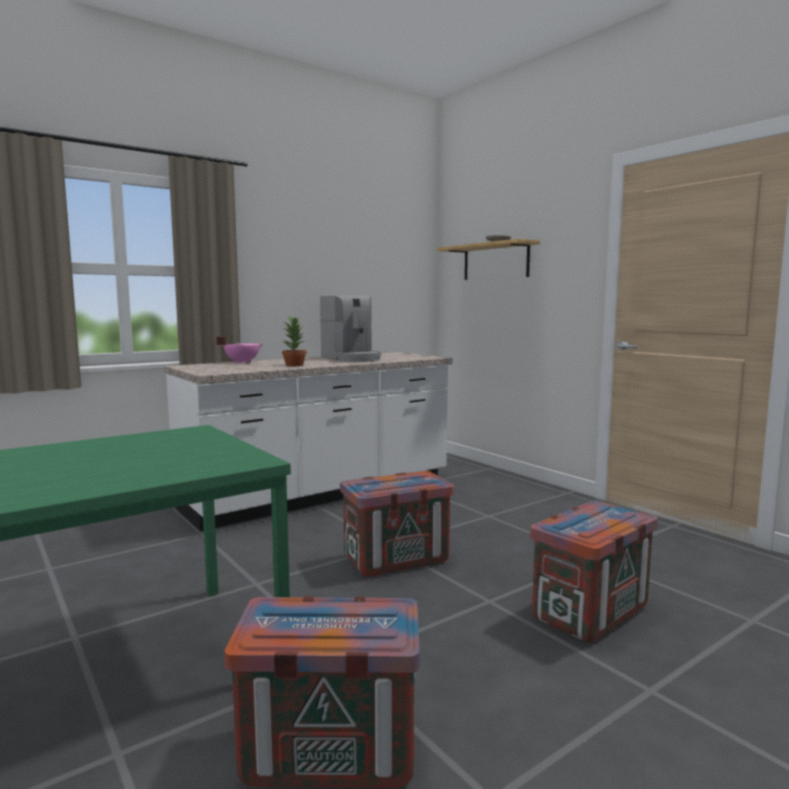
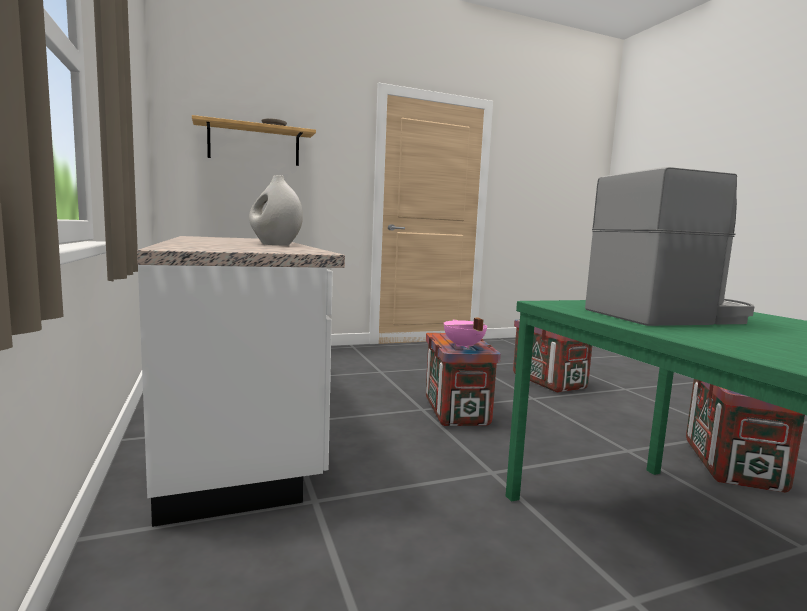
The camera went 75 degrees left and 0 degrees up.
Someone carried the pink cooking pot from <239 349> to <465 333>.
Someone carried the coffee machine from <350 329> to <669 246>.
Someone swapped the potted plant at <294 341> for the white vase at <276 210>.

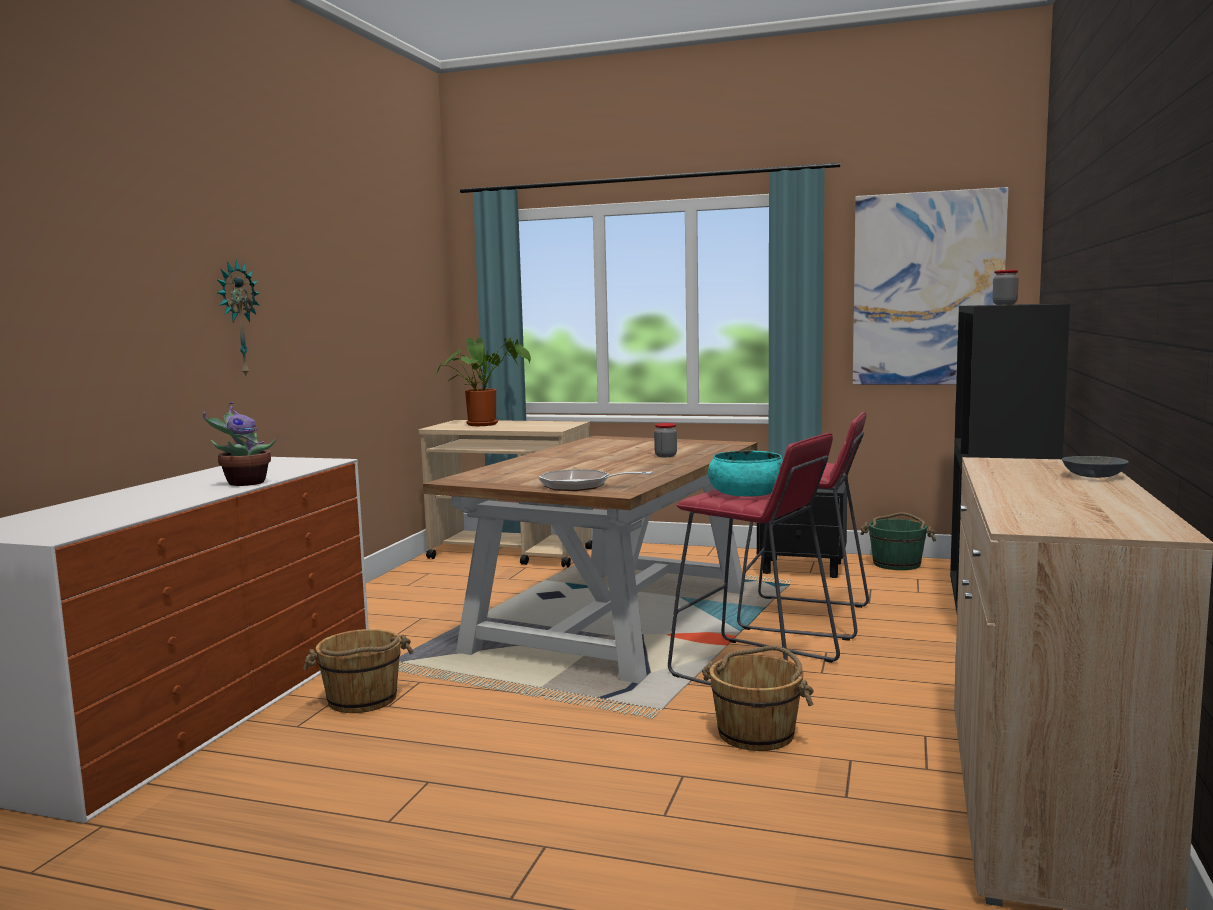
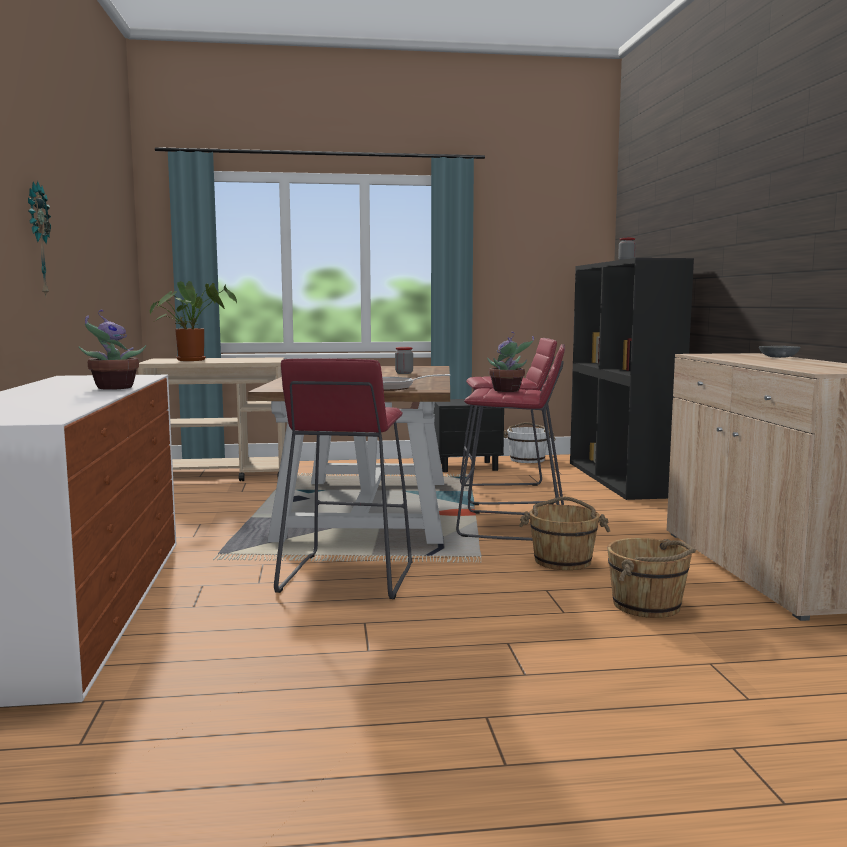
The camera went 25 degrees left and 0 degrees up.
Someone took away the picture at <931 285>.
Someone put down the red stool at <343 478>.
Someone carried the brown bucket from <358 671> to <651 578>.
Someone swapped the turquoise bowl at <745 474> for the potted plant at <510 362>.
Someone repainted the green bucket at <898 541>, which became the white bucket at <530 442>.

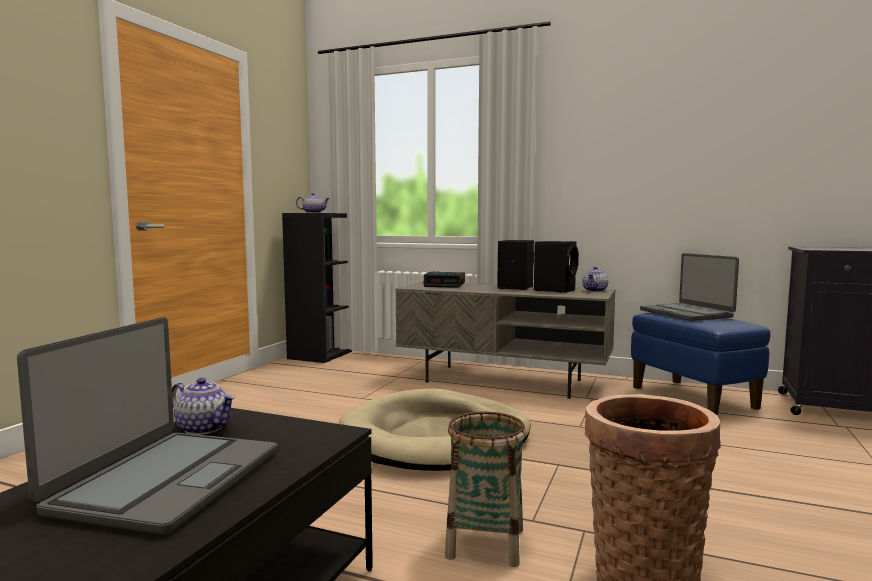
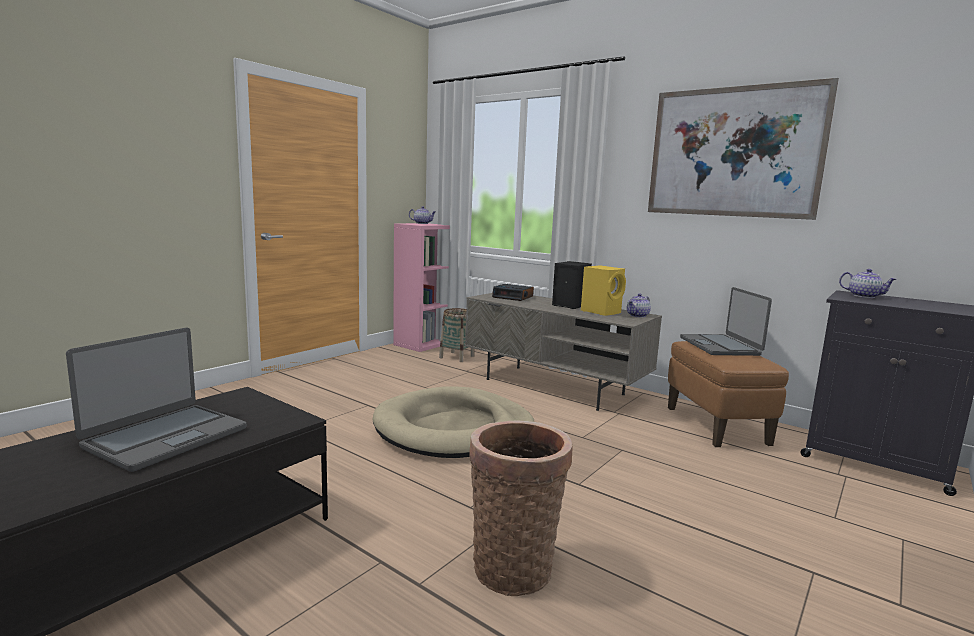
The camera went 15 degrees right and 5 degrees up.
Someone put up the picture at <743 149>.
Someone carried the teapot from <203 406> to <868 283>.
Someone carried the basket from <485 489> to <456 335>.
Someone repainted the black bookcase at <317 288>, which became the pink bookcase at <421 287>.
Someone repainted the black speaker at <556 267>, which became the yellow speaker at <603 290>.
Someone repainted the blue ottoman at <701 364>, which became the brown ottoman at <728 394>.

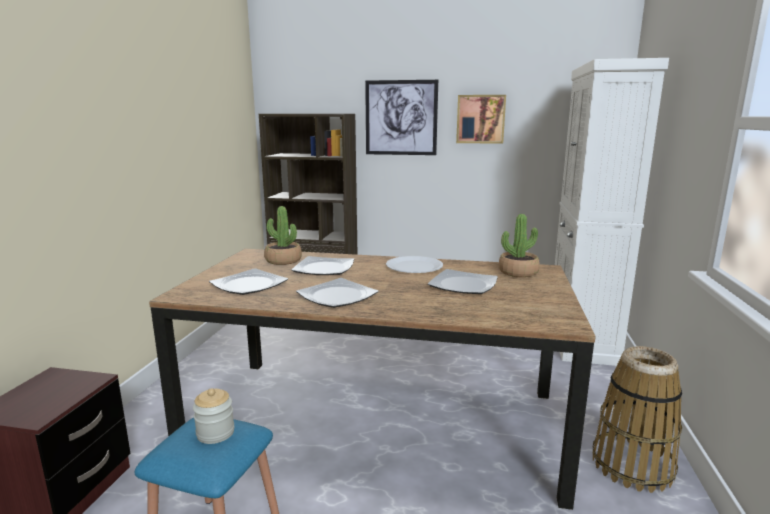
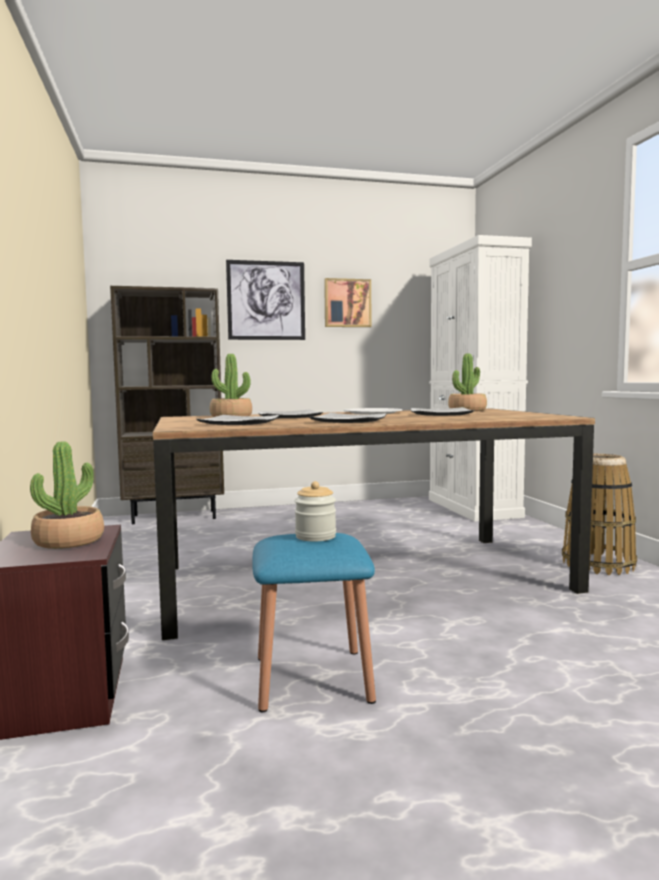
The camera went 25 degrees left and 10 degrees down.
Someone put down the potted plant at <67 495>.

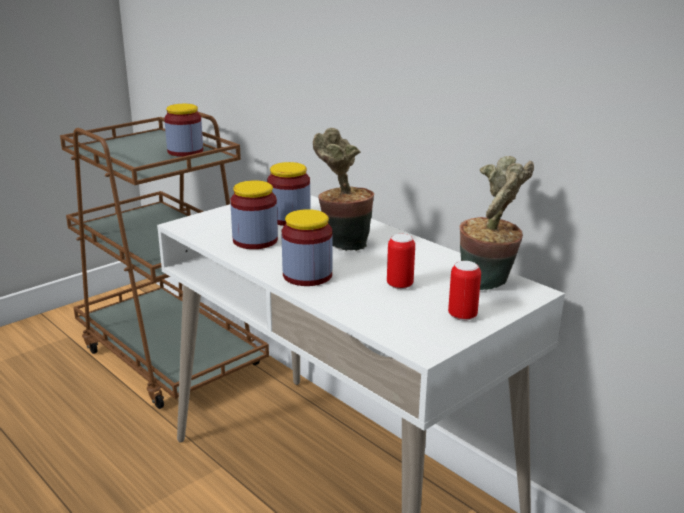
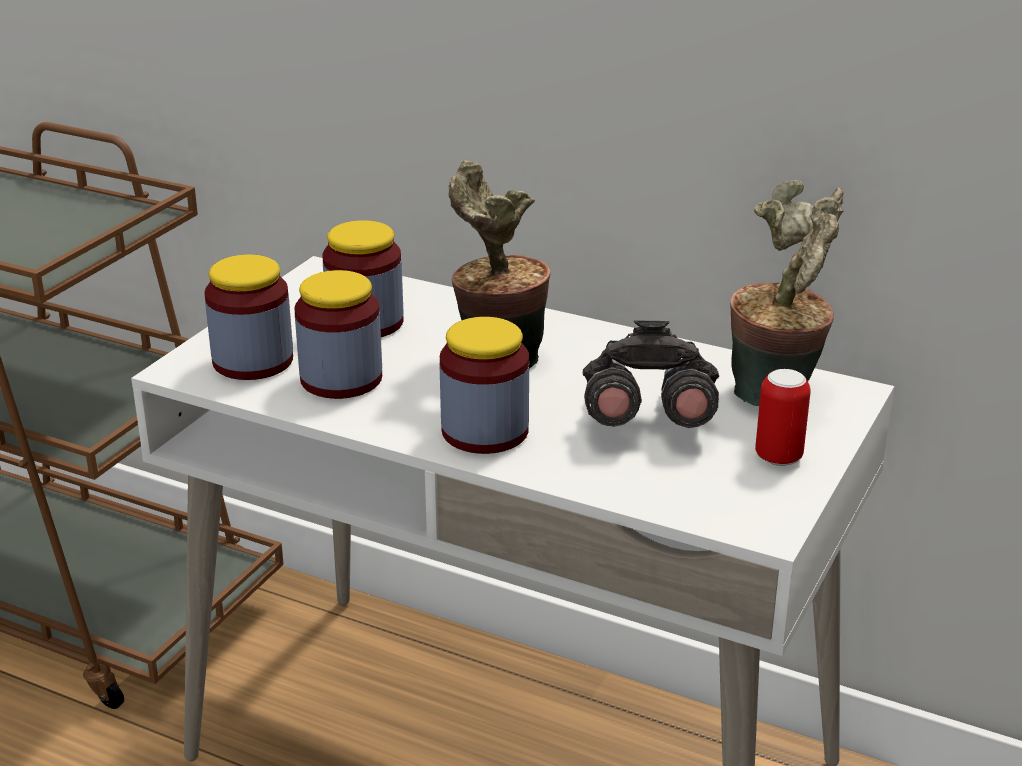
The camera went 20 degrees left and 5 degrees up.
Someone carried the jar from <183 130> to <248 317>.
Someone swapped the can at <401 261> for the grey binoculars at <651 374>.

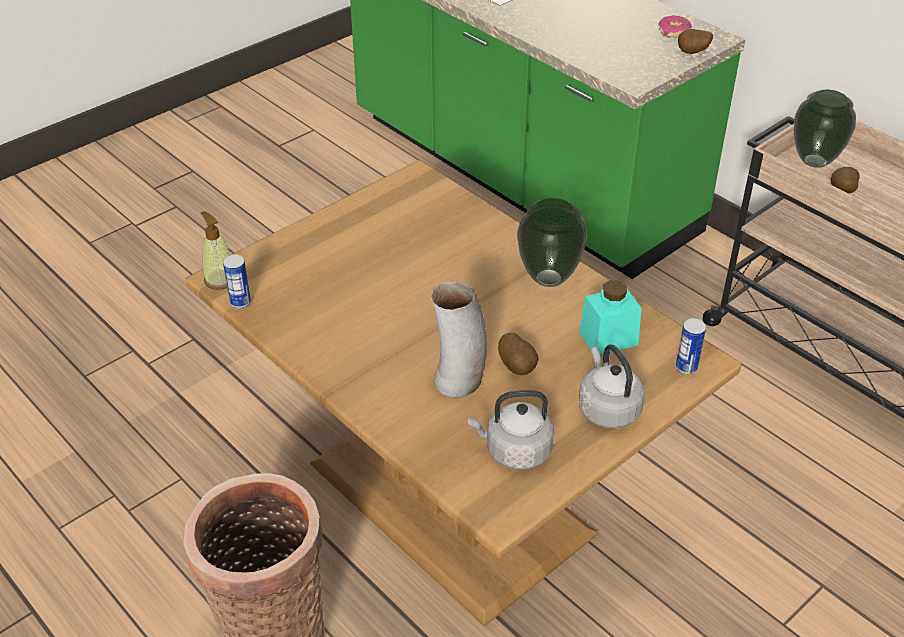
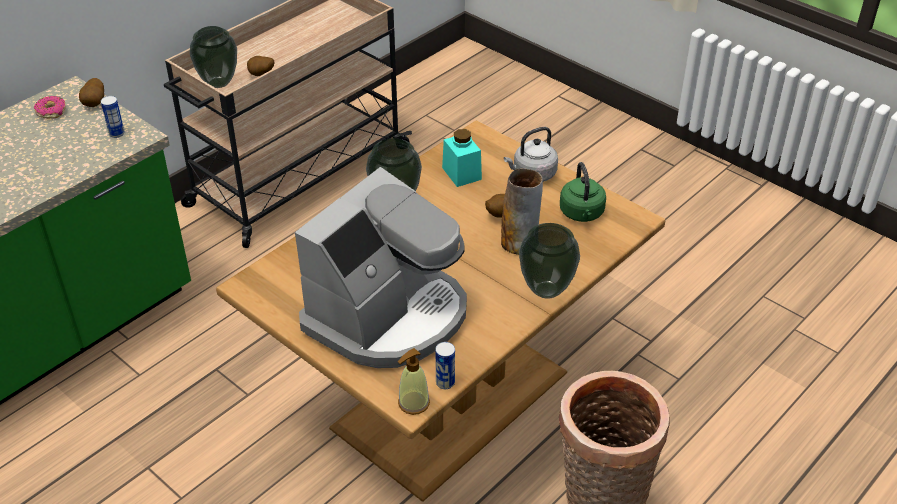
The camera went 95 degrees left and 0 degrees up.
Someone put down the coffee machine at <381 267>.
Someone put down the vase at <549 261>.
Someone carried the can from <691 346> to <113 117>.
Someone repainted the grey kettle at <511 430>, which became the green kettle at <583 192>.

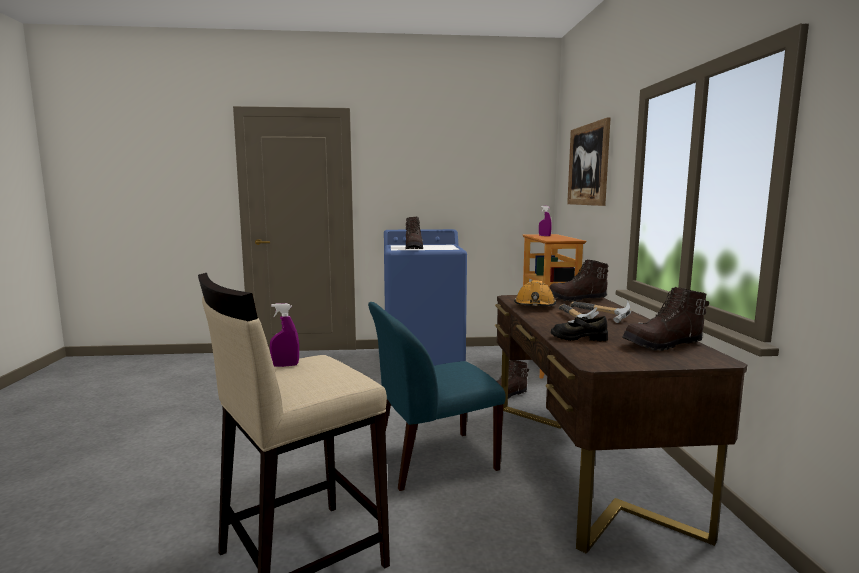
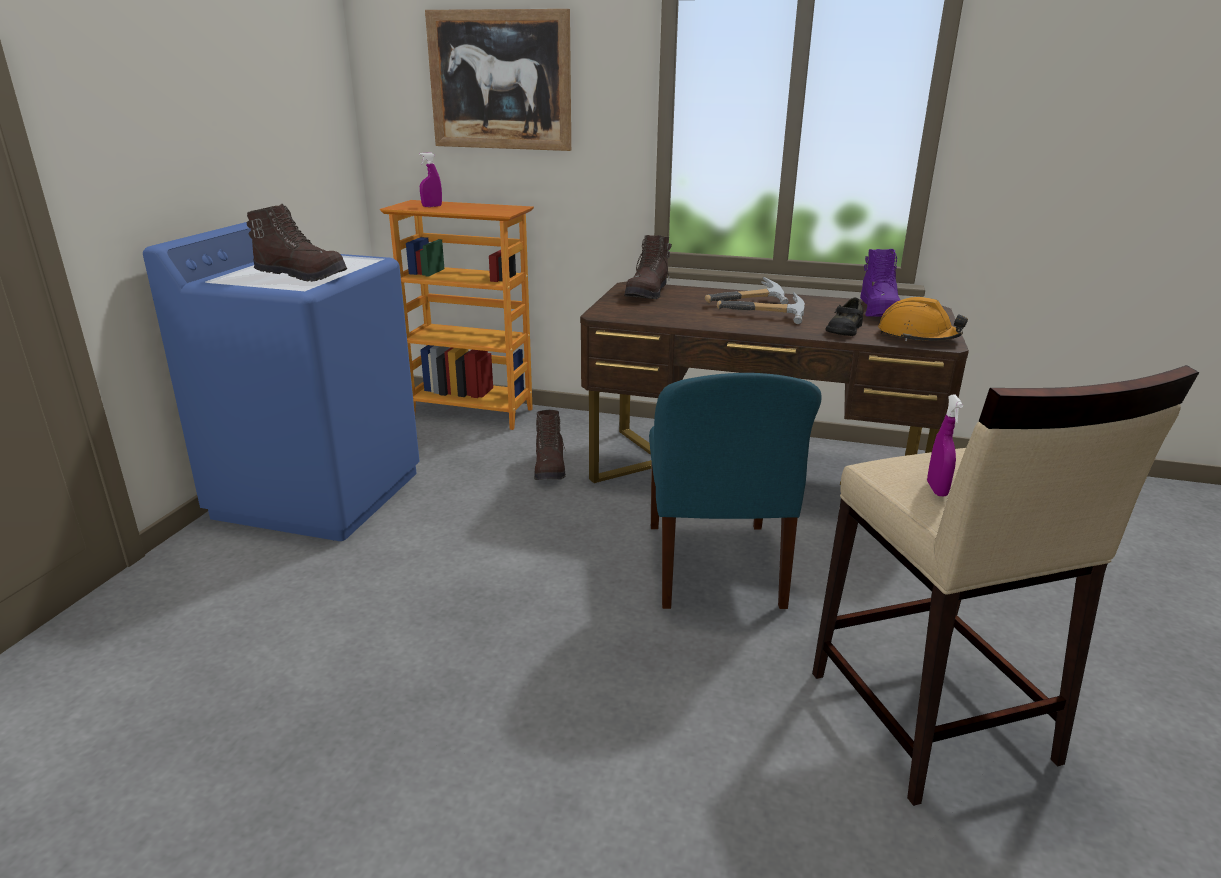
The camera went 70 degrees left and 15 degrees up.
Someone carried the orange hard hat from <535 293> to <923 319>.
Someone repainted the brown boot at <665 319>, which became the purple boot at <880 283>.

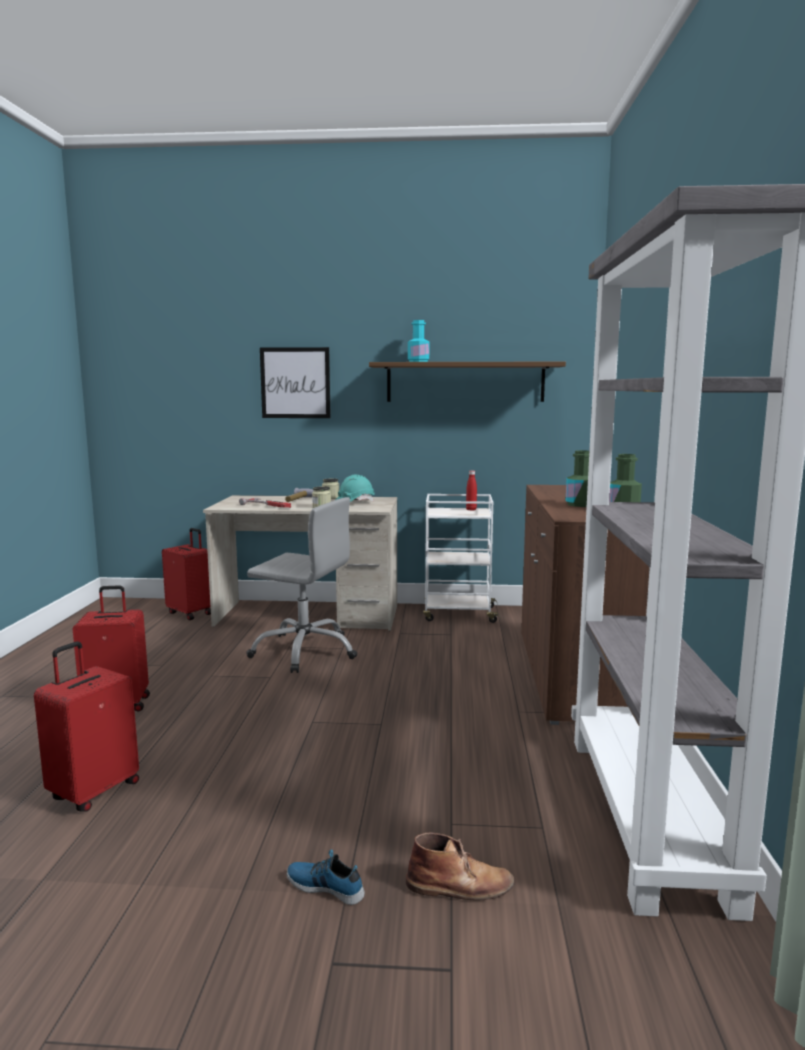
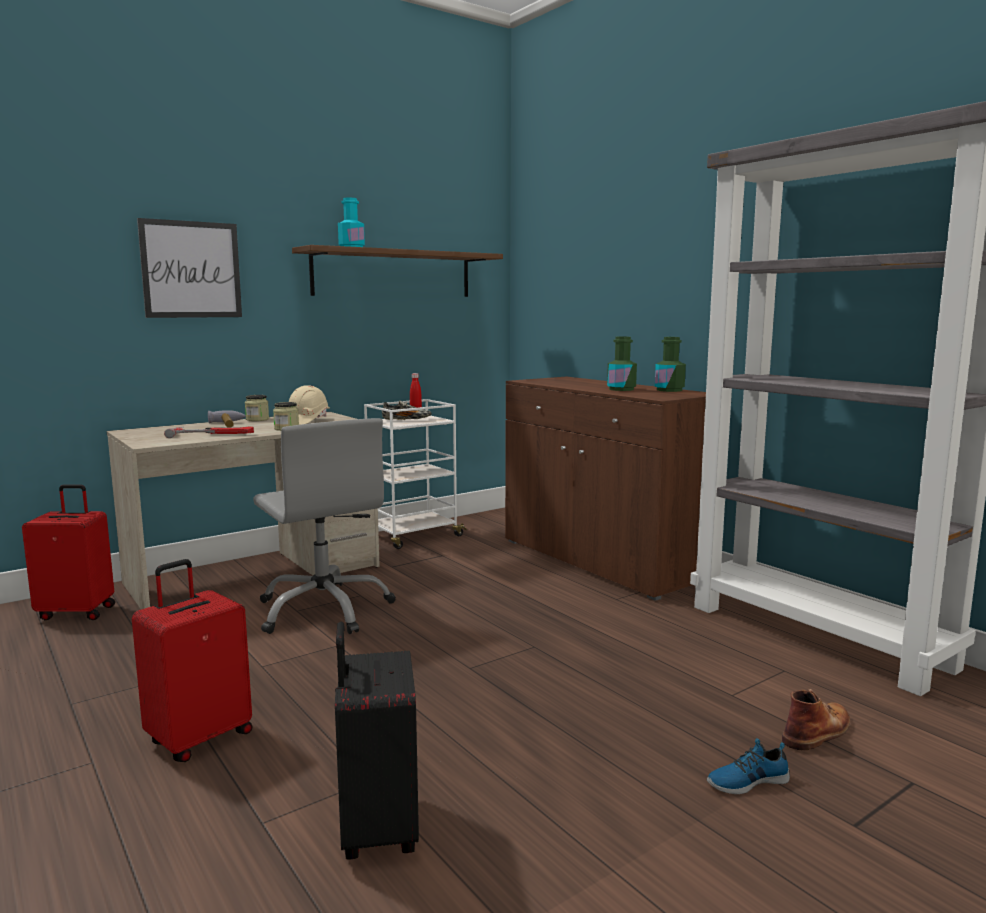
The camera went 40 degrees left and 0 degrees up.
Someone put down the shoe at <407 410>.
Someone repainted the red suitcase at <86 726>, which became the black suitcase at <377 740>.
Someone repainted the turquoise hard hat at <355 488>, which became the beige hard hat at <309 405>.
Someone rotated the grey office chair at <301 585> by 75 degrees clockwise.

